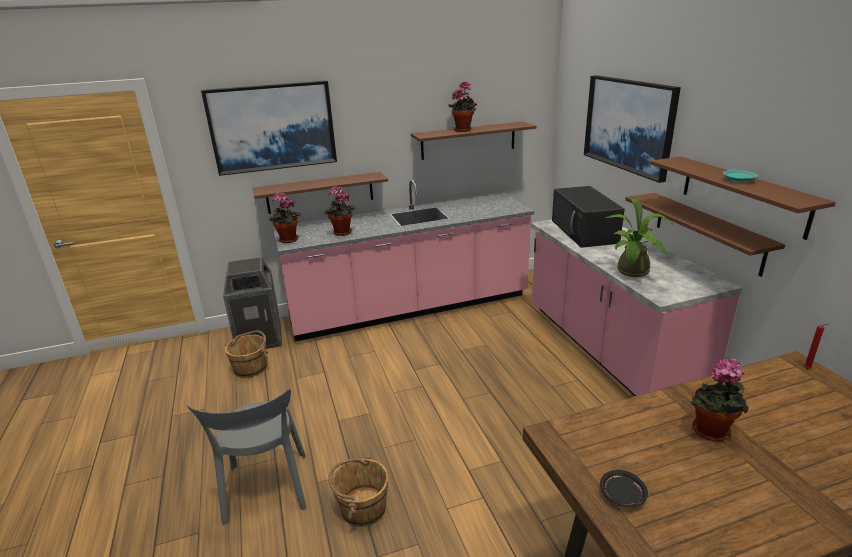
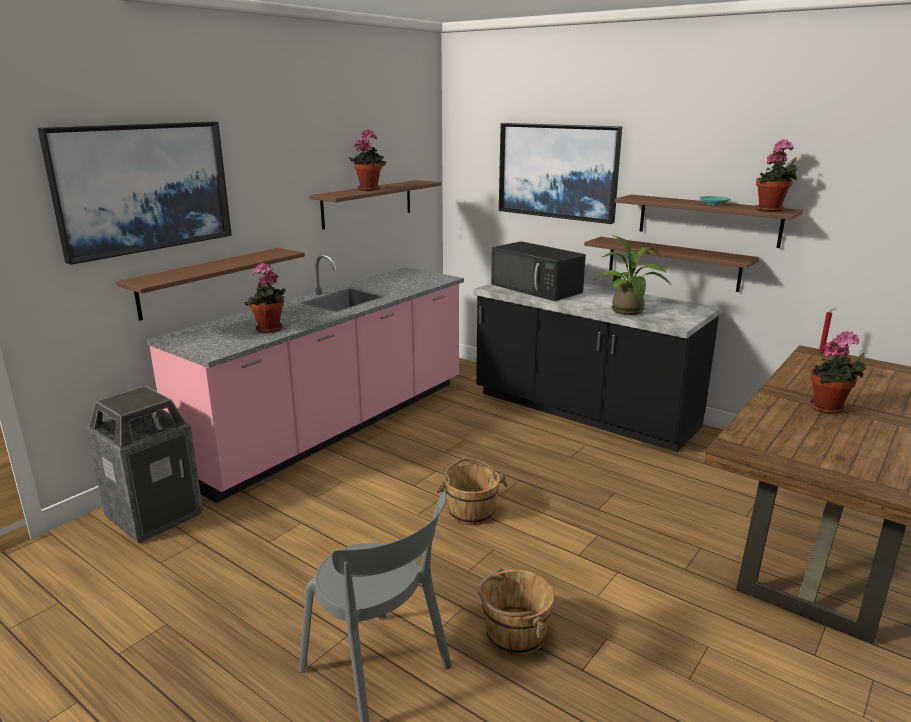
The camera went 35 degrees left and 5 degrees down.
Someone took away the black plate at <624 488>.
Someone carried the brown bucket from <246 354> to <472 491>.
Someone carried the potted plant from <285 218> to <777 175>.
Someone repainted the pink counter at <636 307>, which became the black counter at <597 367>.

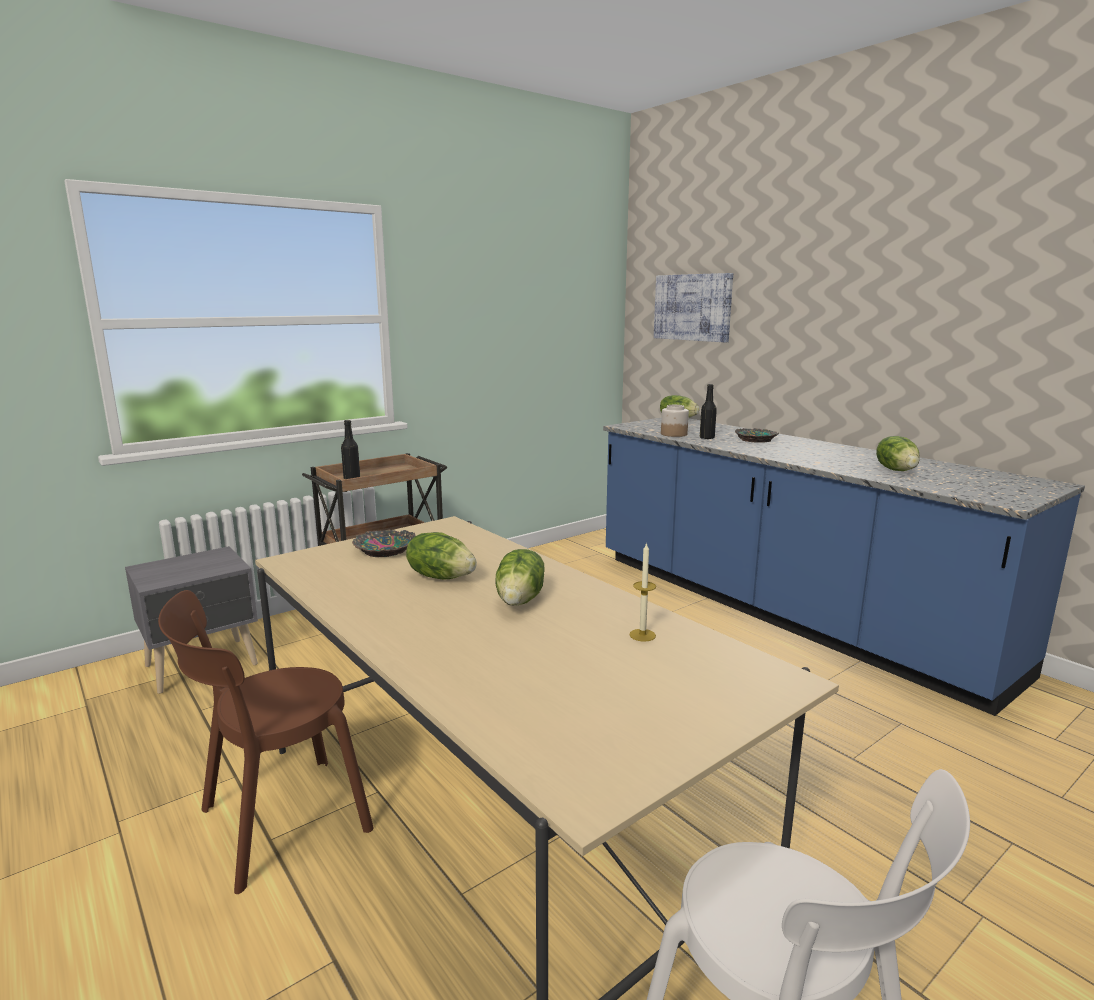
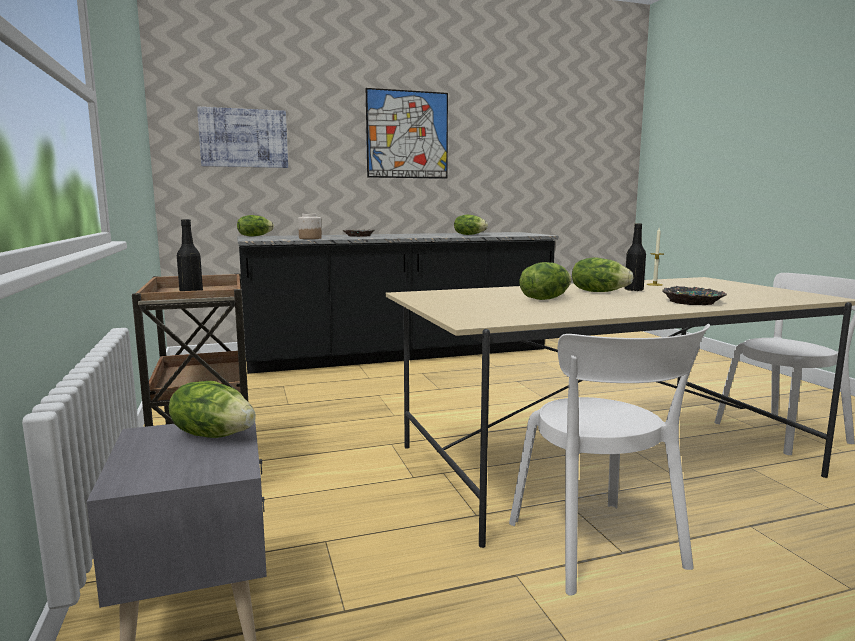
The camera went 70 degrees left and 5 degrees down.
Someone put down the lettuce at <212 409>.
Someone put up the picture at <407 133>.
Someone carried the bowl from <384 543> to <694 295>.
Someone carried the black bottle from <708 411> to <635 257>.
Someone repainted the brown chair at <266 742>, which became the white chair at <609 460>.
Someone repainted the blue counter at <844 567>, which became the black counter at <397 303>.

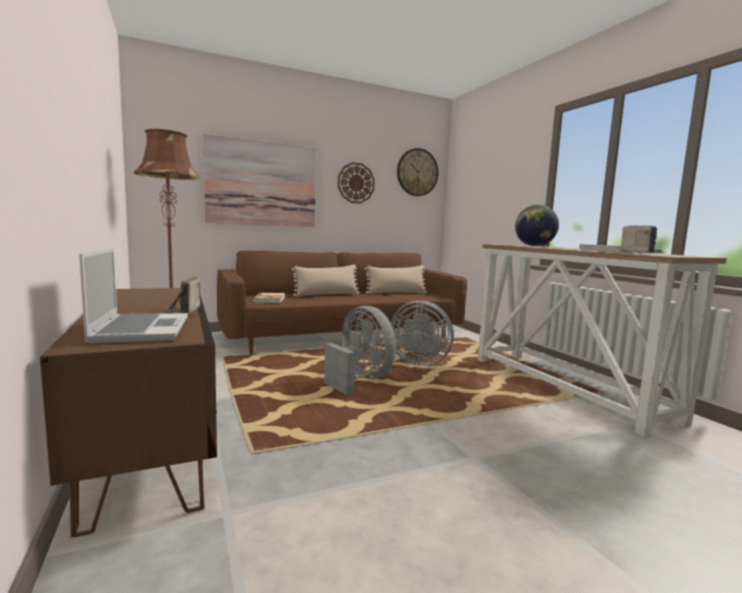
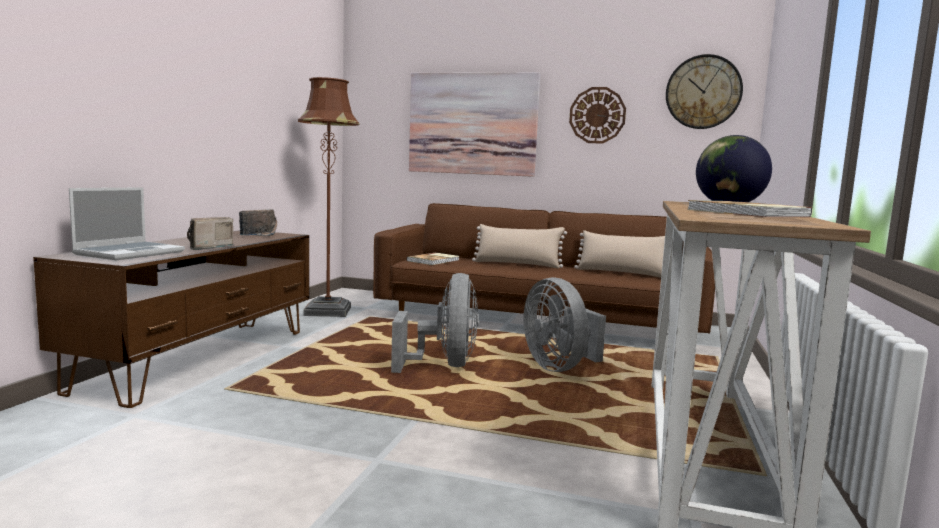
The camera went 40 degrees right and 0 degrees up.
Someone carried the radio from <643 239> to <258 222>.

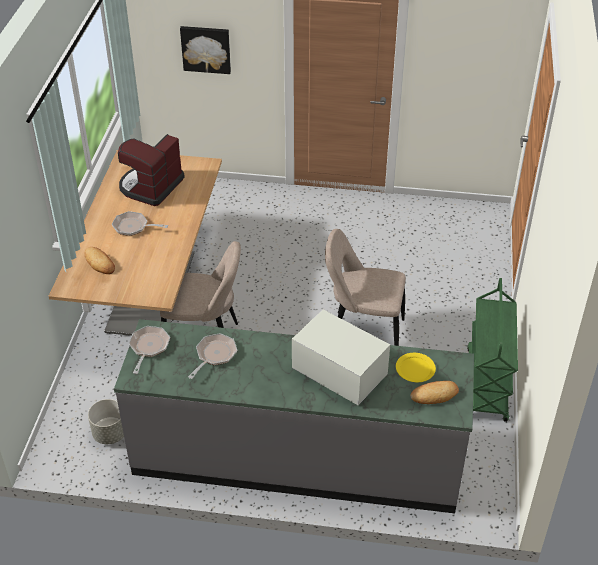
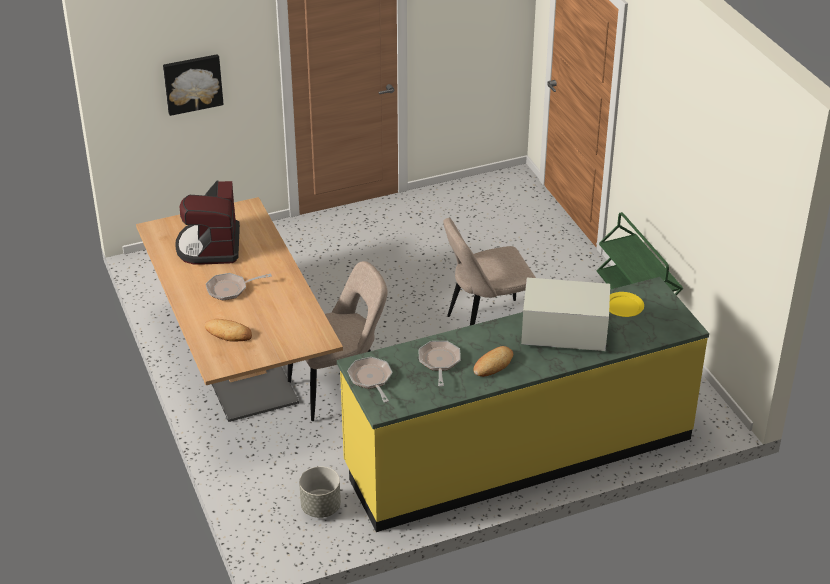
The camera went 30 degrees left and 5 degrees down.
Someone carried the bread from <434 392> to <493 361>.
Someone repainted the grey counter at <294 416>, which became the yellow counter at <523 404>.

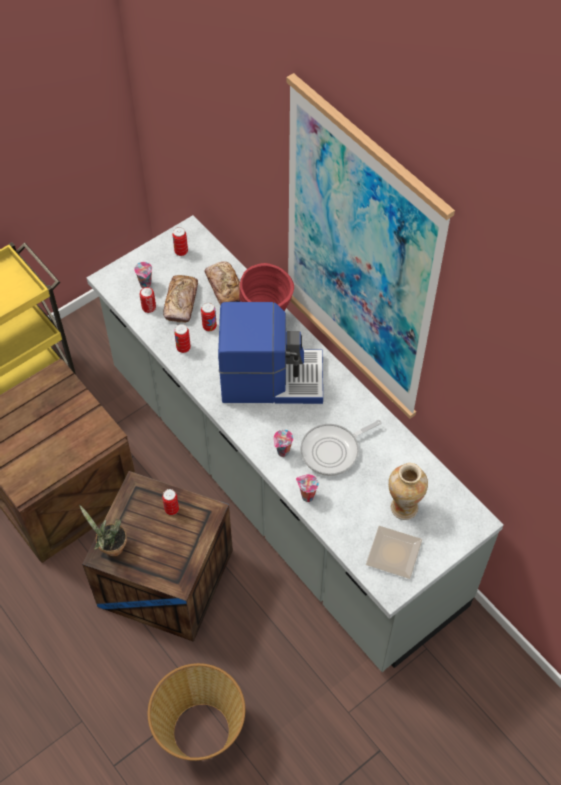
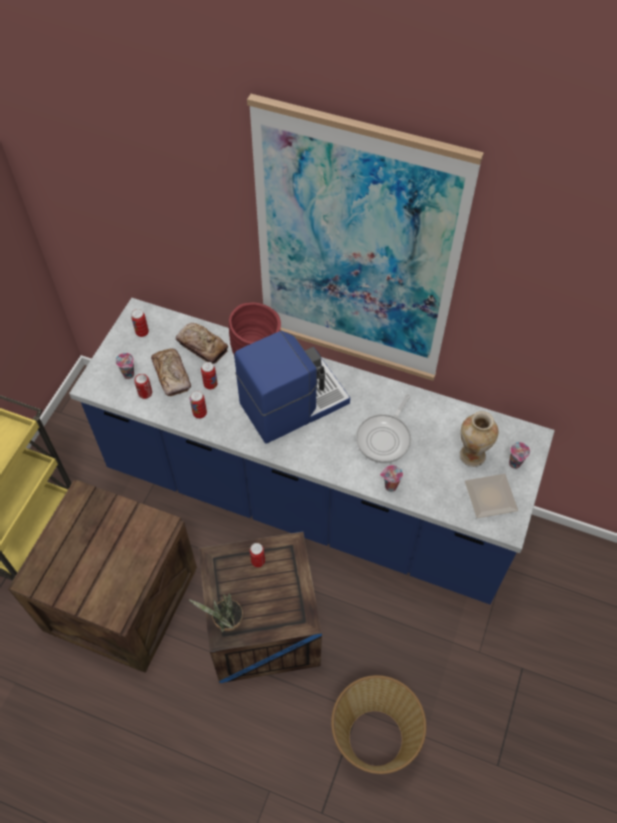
The camera went 30 degrees left and 0 degrees up.
Someone carried the cup from <283 443> to <519 455>.
Someone repainted the grey counter at <295 443>, which became the blue counter at <312 451>.

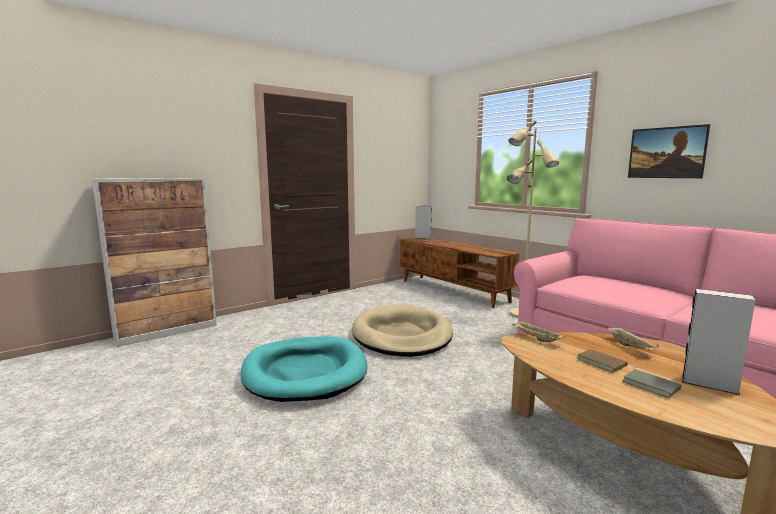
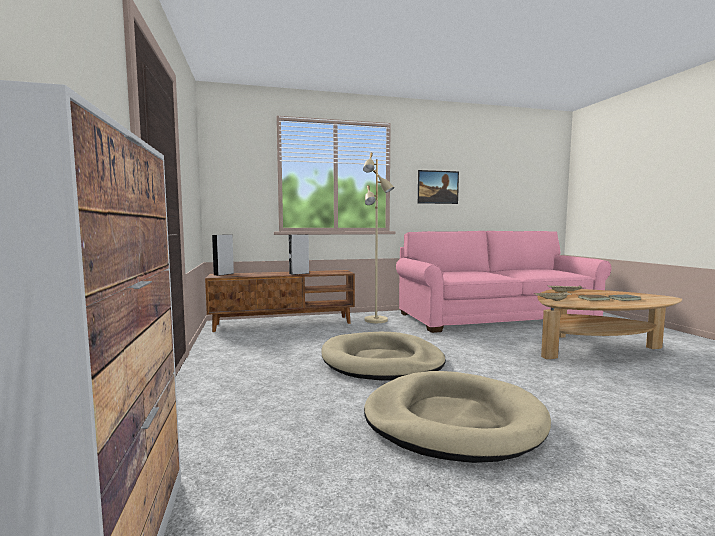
The camera went 65 degrees left and 5 degrees down.
Someone carried the grey speaker from <718 342> to <299 254>.
Someone repainted the turquoise dog bed at <304 369>, which became the beige dog bed at <457 417>.

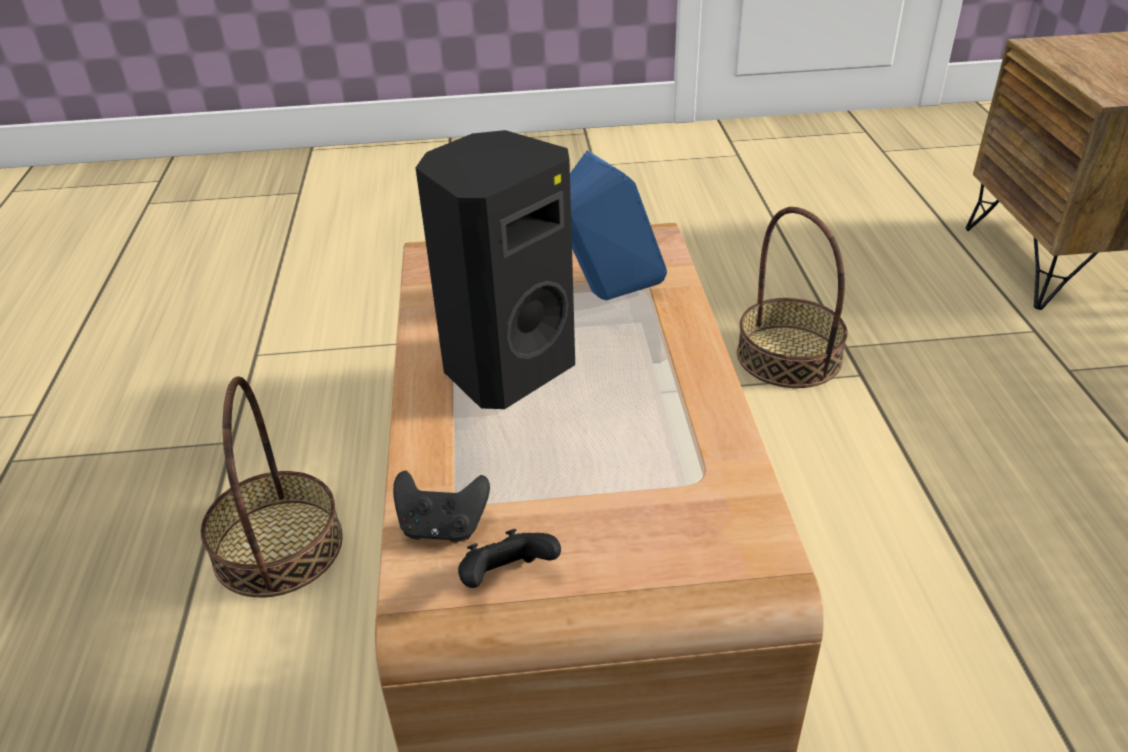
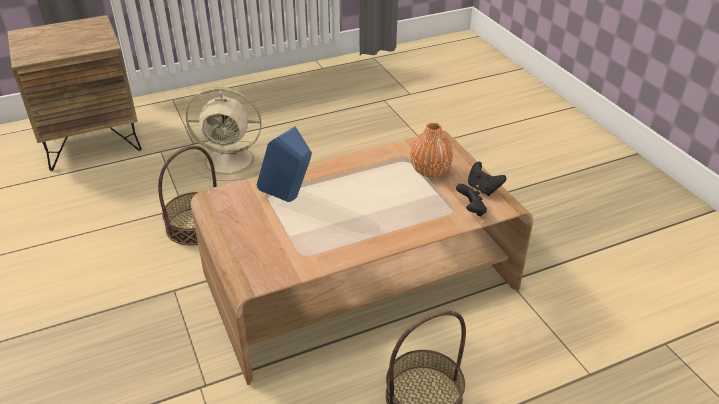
The camera went 110 degrees left and 0 degrees up.
Someone took away the black speaker at <495 269>.
Someone put down the beige fan at <225 134>.
Someone put down the orange vase at <431 150>.

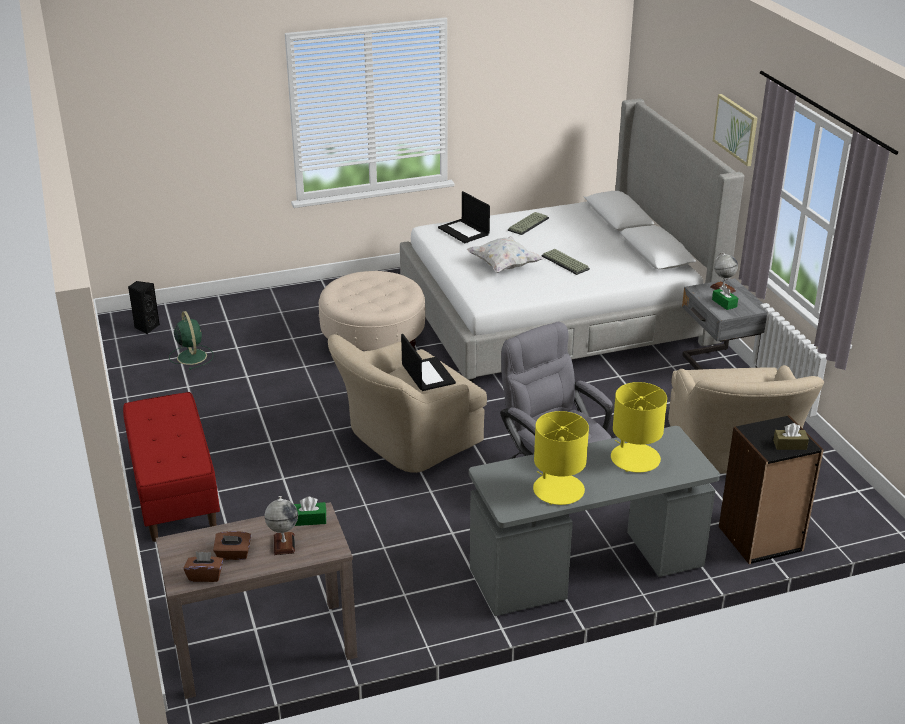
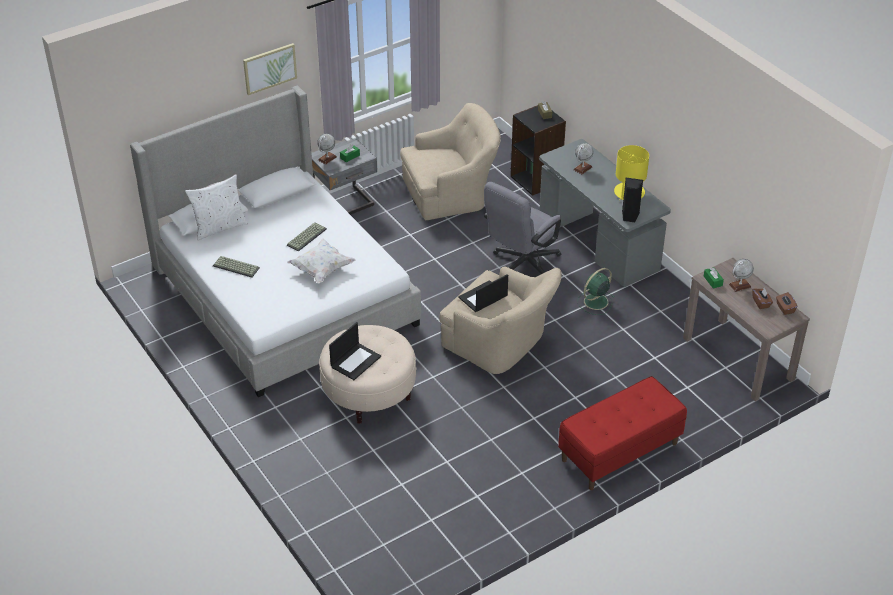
The camera went 105 degrees left and 10 degrees up.
Someone put down the white pillow at <216 207>.
Someone carried the black speaker from <144 307> to <632 199>.
Someone carried the green fan from <191 340> to <595 291>.
Someone carried the laptop from <464 217> to <355 351>.
Someone swapped the yellow table lamp at <639 427> for the globe at <583 158>.

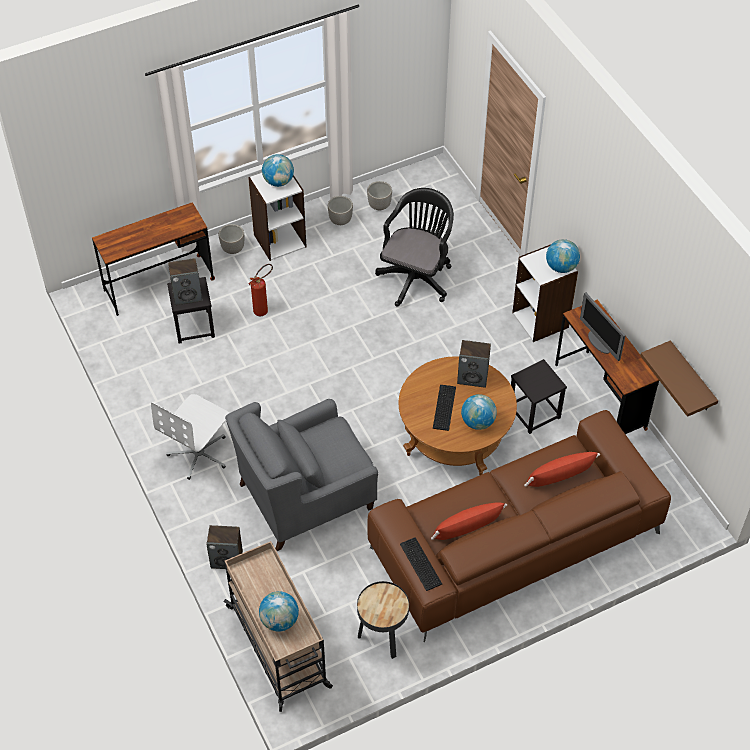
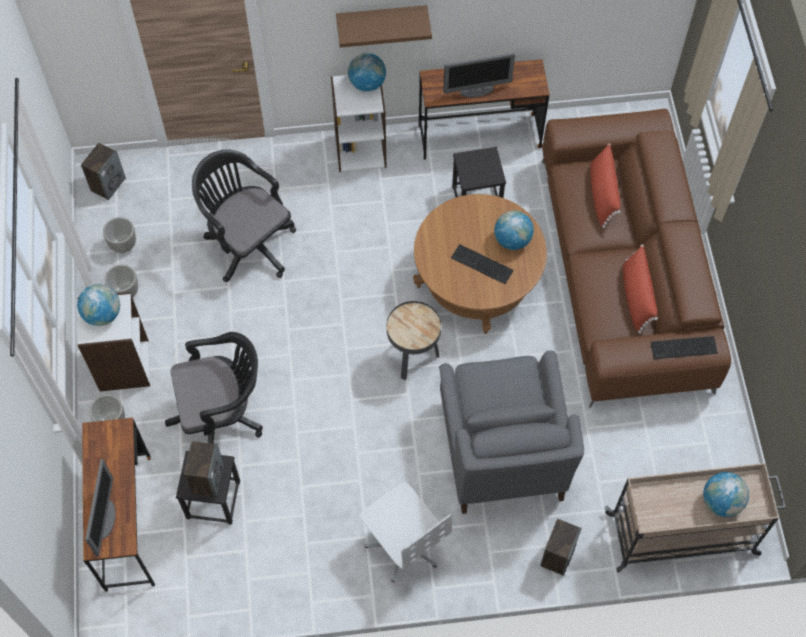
The camera went 70 degrees left and 10 degrees up.
Someone put down the monitor at <100 507>.
Someone carried the black side table from <383 620> to <414 340>.
Someone carried the speaker from <474 364> to <103 171>.
Someone carried the brown shelf from <679 378> to <384 26>.
Someone swapped the fire extinguisher at <261 290> for the black office chair at <214 388>.

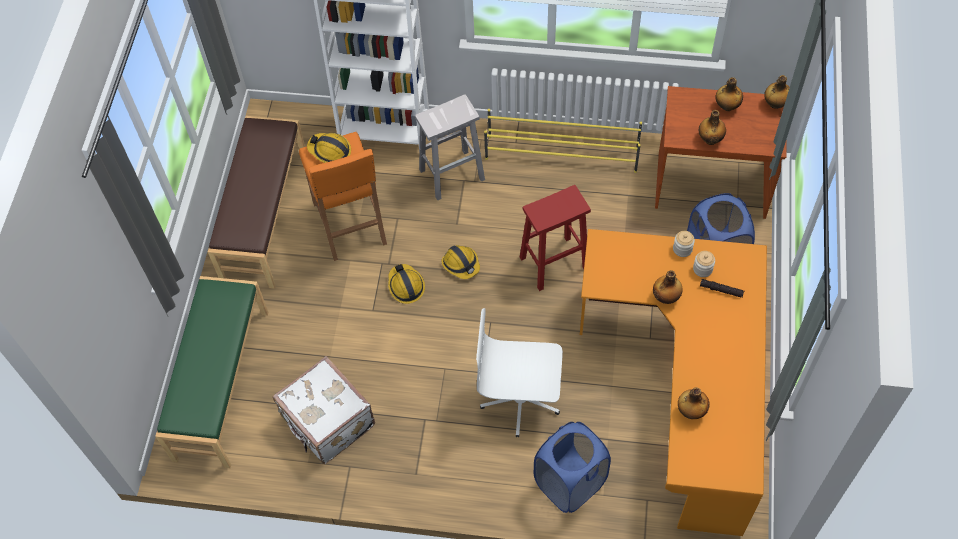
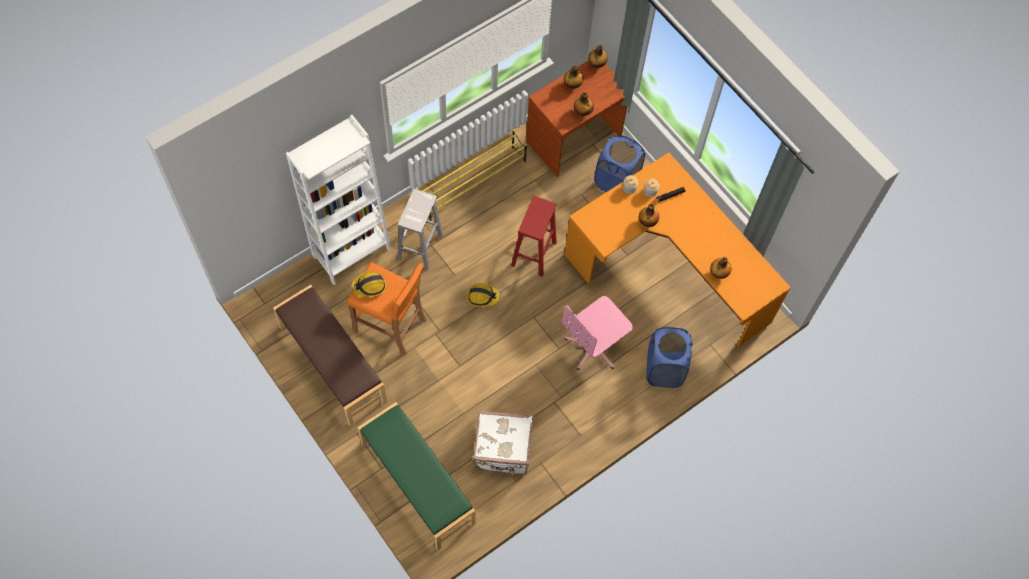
The camera went 50 degrees left and 5 degrees up.
Someone took away the hard hat at <406 284>.
Someone repainted the white office chair at <519 372>, which became the pink office chair at <598 333>.

